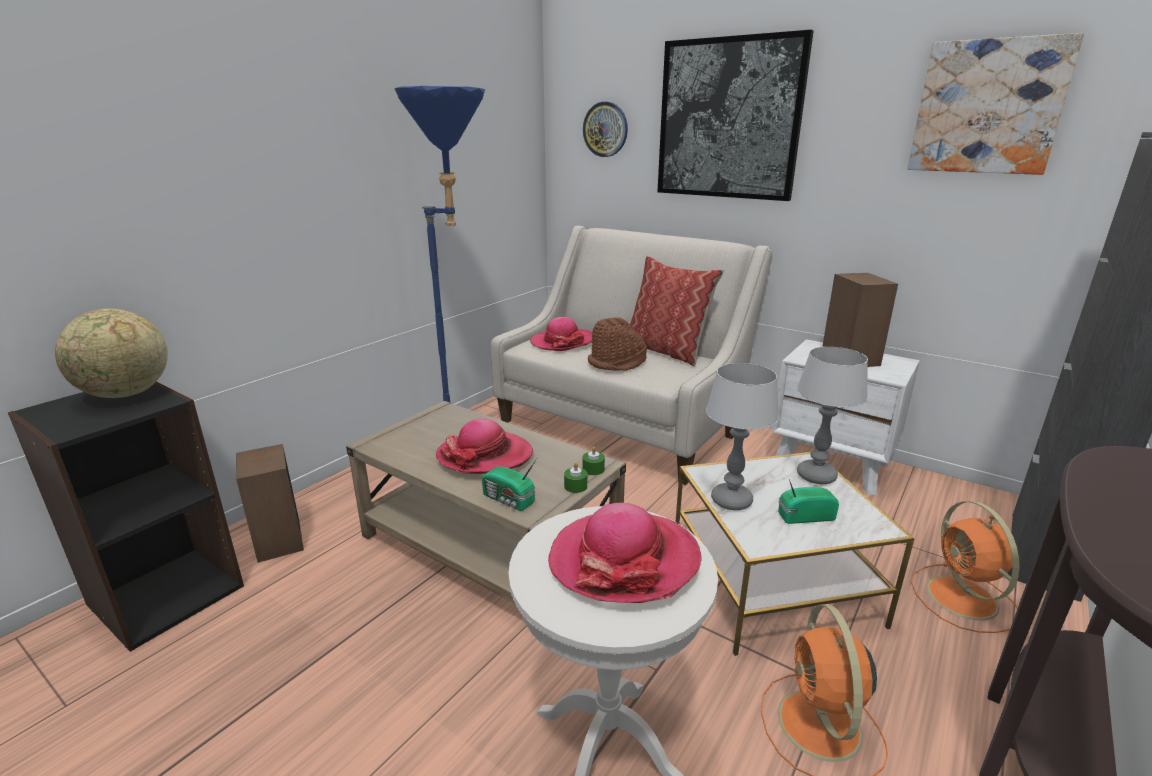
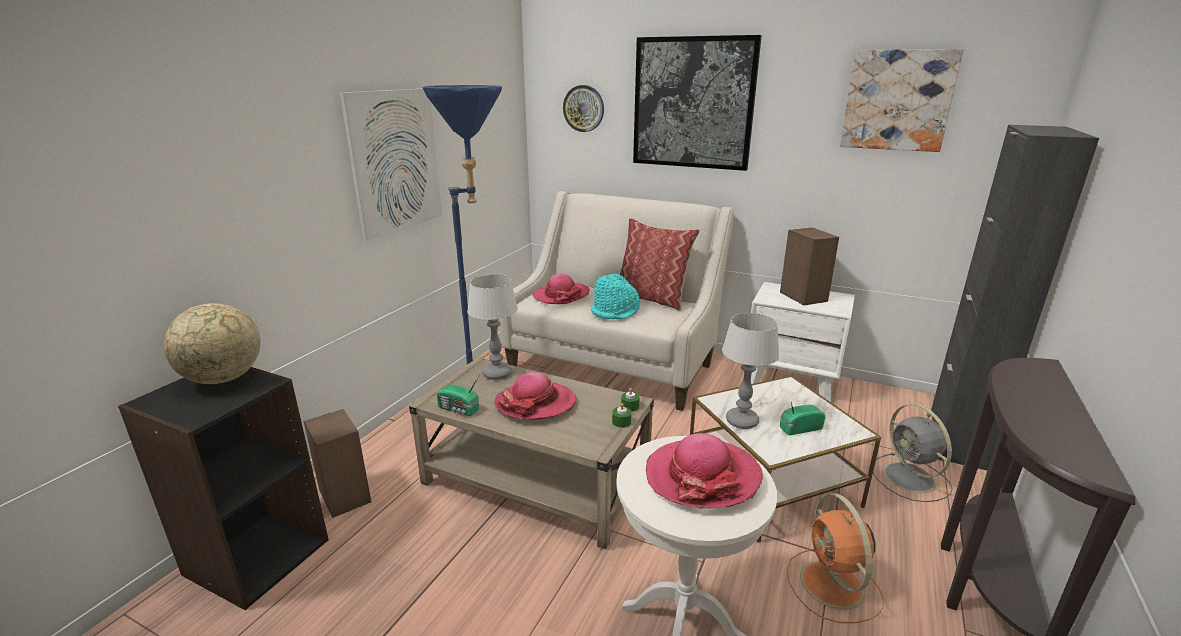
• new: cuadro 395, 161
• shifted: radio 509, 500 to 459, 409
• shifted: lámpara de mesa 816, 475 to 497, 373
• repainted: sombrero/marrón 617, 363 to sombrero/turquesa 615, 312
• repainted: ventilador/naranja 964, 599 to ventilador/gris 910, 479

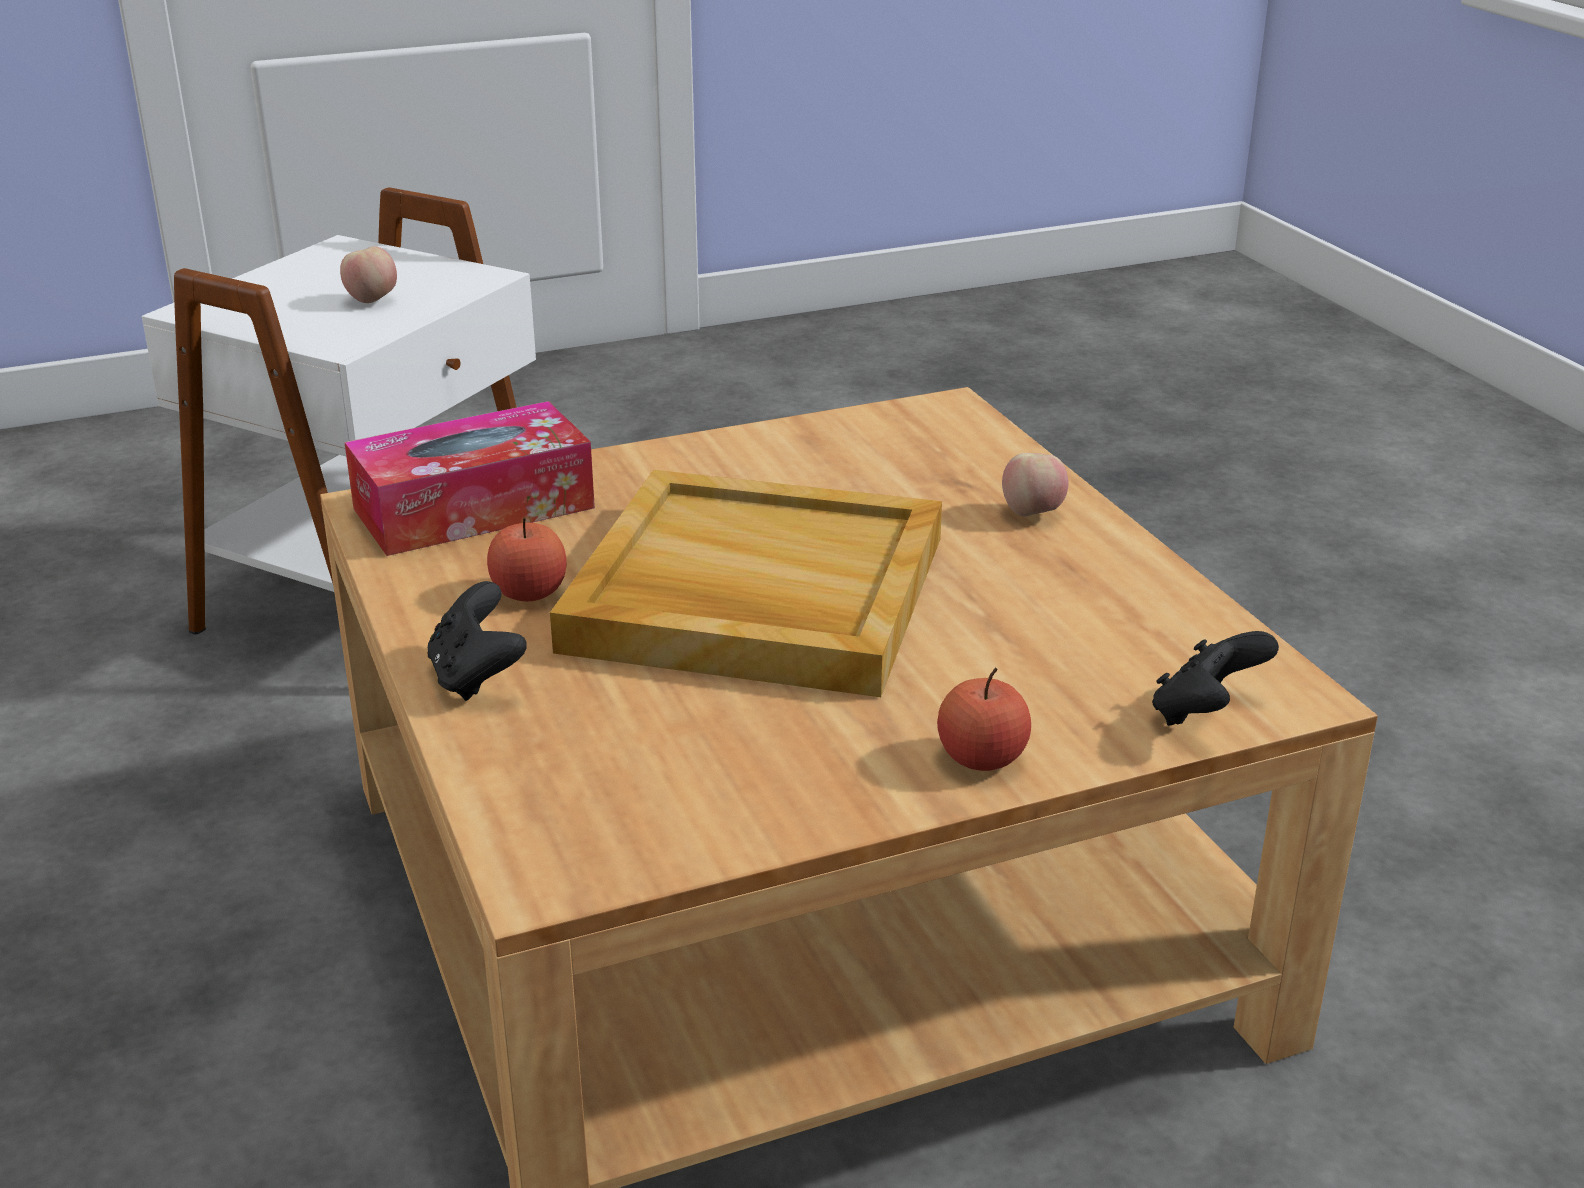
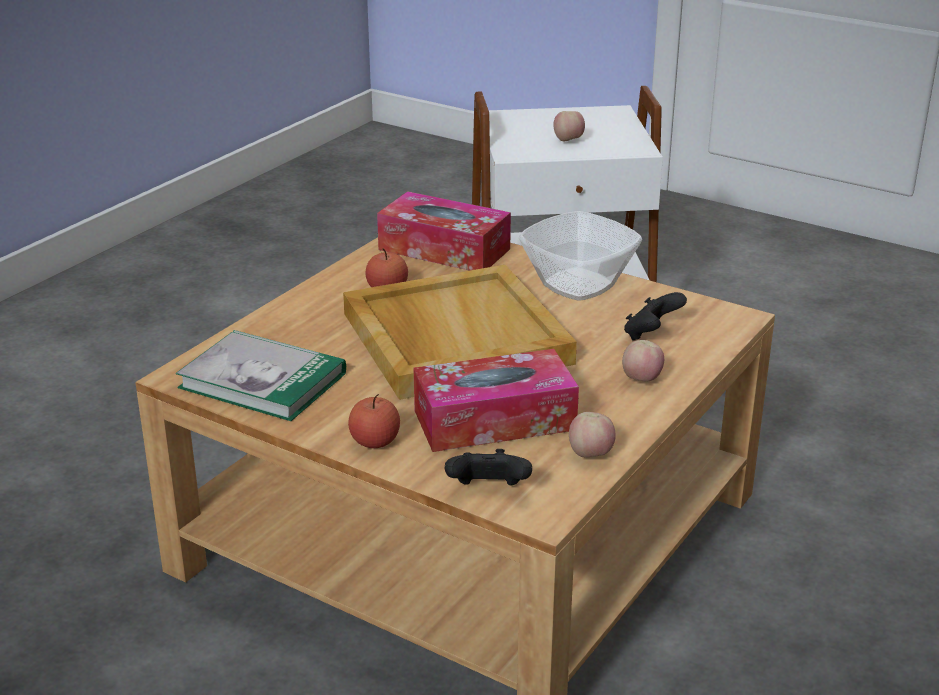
• new: libro 262, 380
• new: caja de pañuelos 494, 420
• new: cuenco 580, 285
• new: manzana 590, 455
• shifted: mando de consola/negro 476, 677 to 651, 335

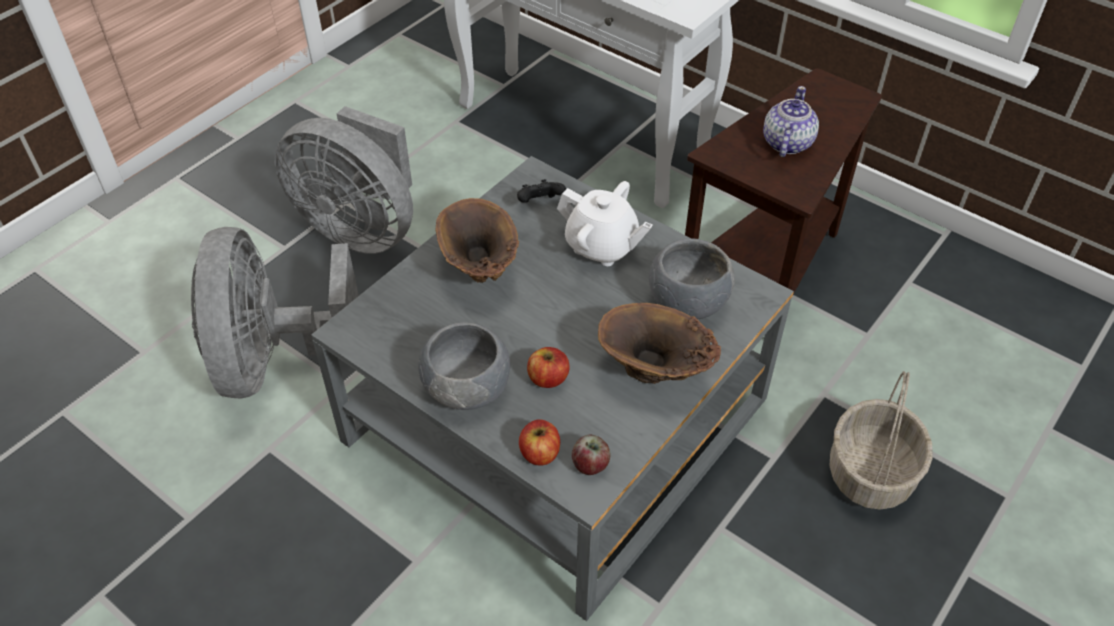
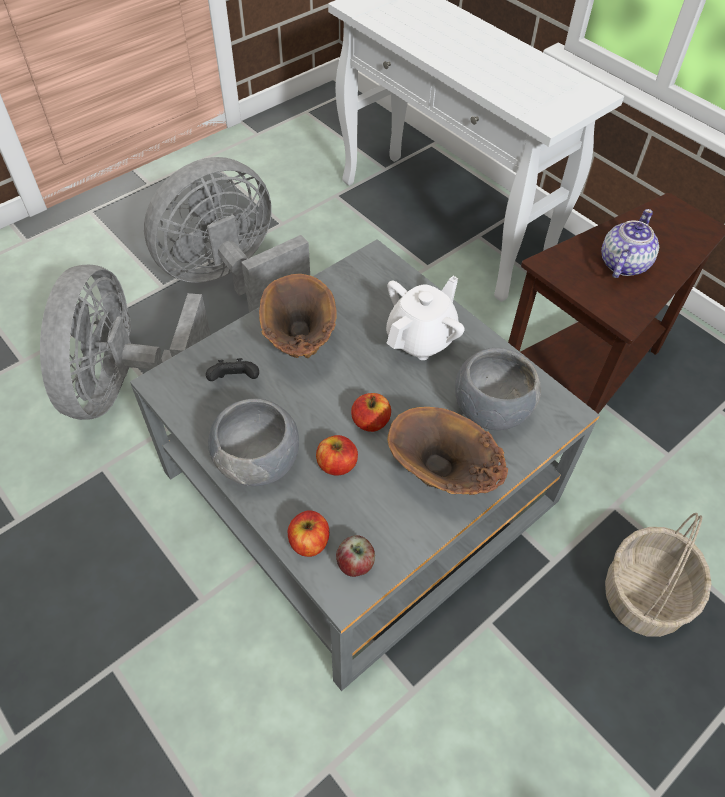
• new: manzana 370, 422
• shifted: mando de consola/negro 539, 203 to 235, 380
• rotated: ventilador/gris 361, 228 = 231, 279 105 degrees clockwise
• rotated: tetera/blanco 602, 246 = 421, 338 90 degrees counterclockwise

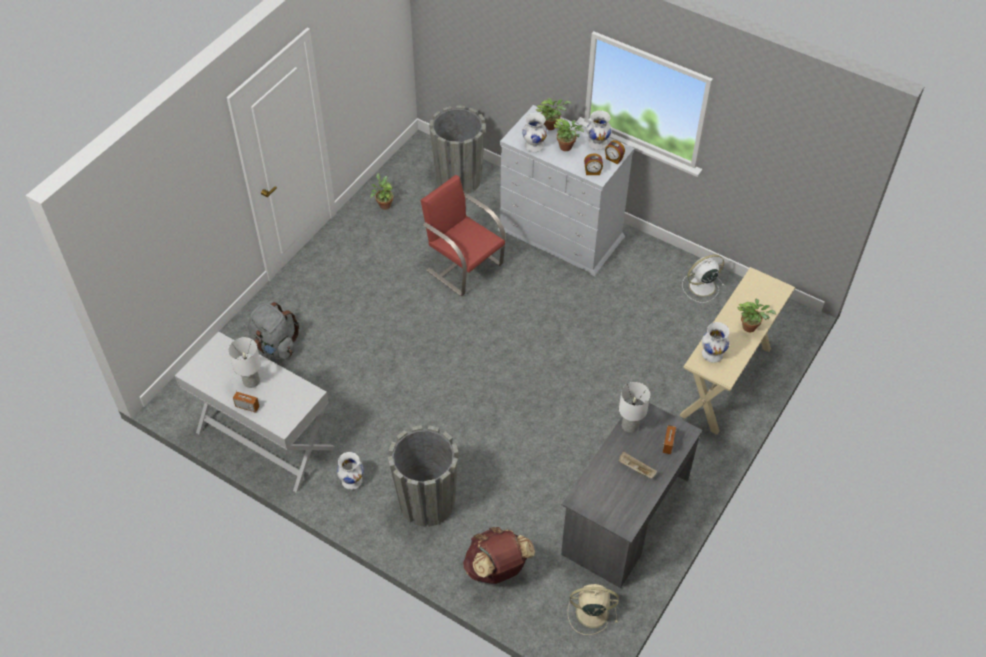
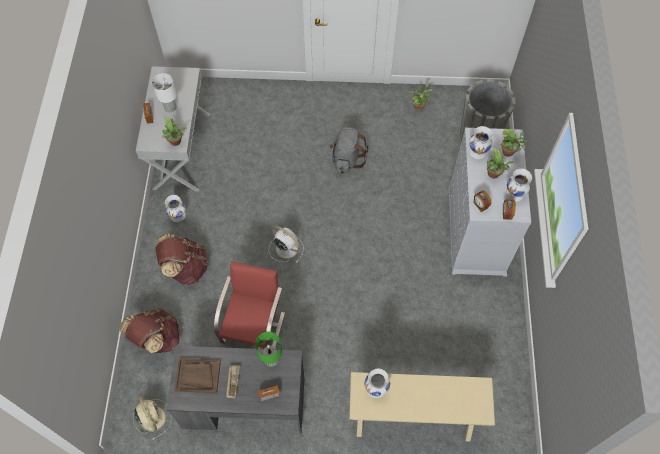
• new: bandeja/marrón 197, 376
• shifted: mochila/gris 275, 346 to 346, 160
• shifted: silla/rojo 464, 266 to 254, 327
• shifted: ventilador/blanco 701, 286 to 286, 248
• shifted: planta en maceta 751, 327 to 176, 142
• swapped: maceta/gris 426, 502 to mochila/marrón 185, 268
• repainted: lámpara de mesa/blanco 630, 426 to lámpara de mesa/verde 271, 359

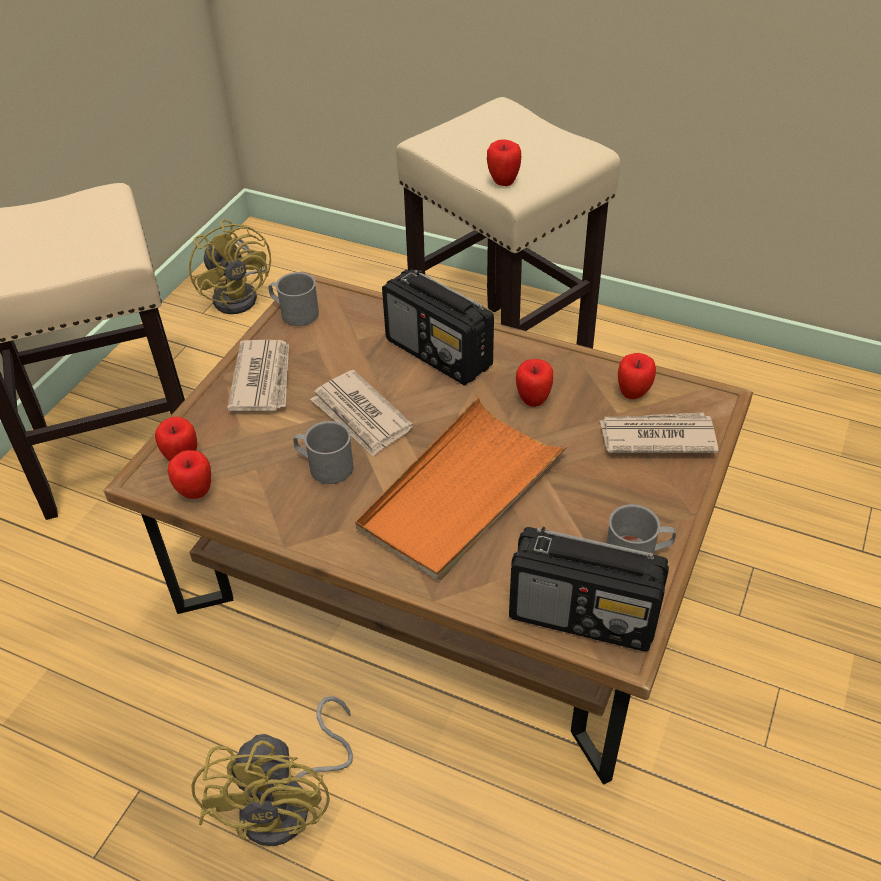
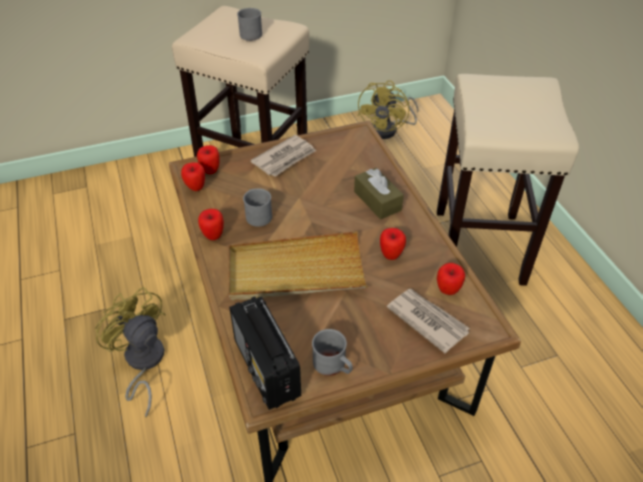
• gone: periódico 361, 416
• shifted: taza grande/gris 294, 313 to 250, 33
• shifted: manzana 503, 182 to 213, 235
• swapped: radio 439, 354 to caja de pañuelos/marrón 377, 201
• repainted: bandeja/naranja 461, 493 to bandeja/beis 295, 271
• rotated: ventilador/amarillo 289, 803 = 142, 363 90 degrees clockwise

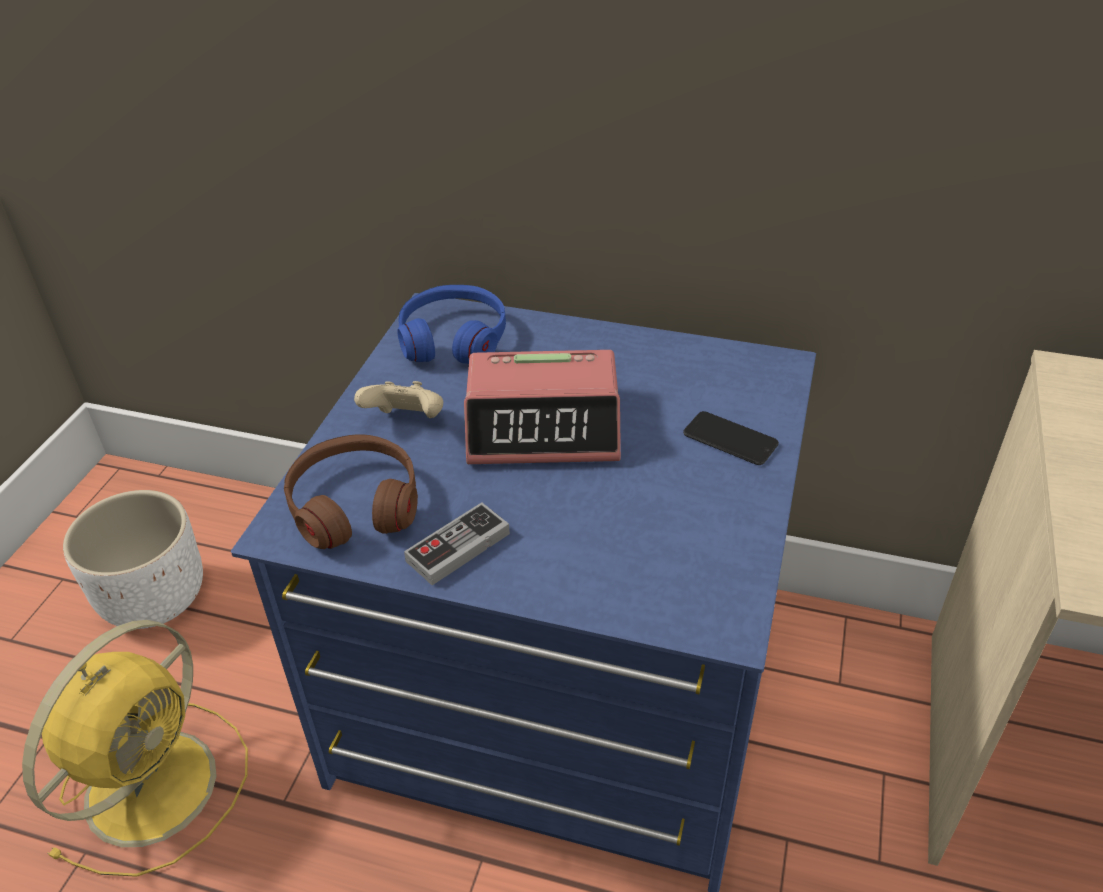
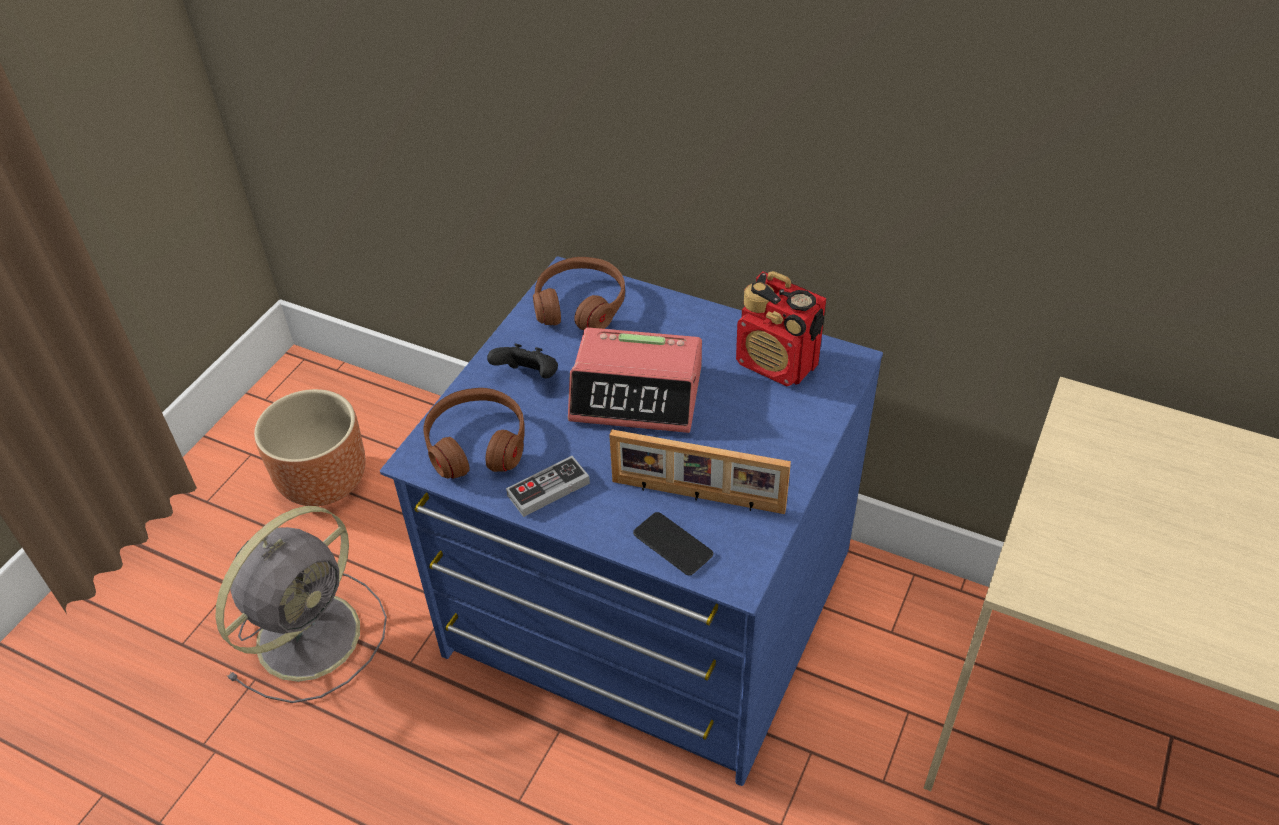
• new: portarretratos 697, 497
• new: radio 777, 364
• shifted: móvil 730, 439 to 673, 544
• repainted: ventilador/amarillo 155, 782 to ventilador/gris 312, 633
• repainted: maceta/blanco 155, 598 to maceta/marrón 324, 480
• repainted: mando de consola/beis 407, 421 to mando de consola/negro 528, 377
• repainted: auriculares/azul 453, 338 to auriculares/marrón 580, 304

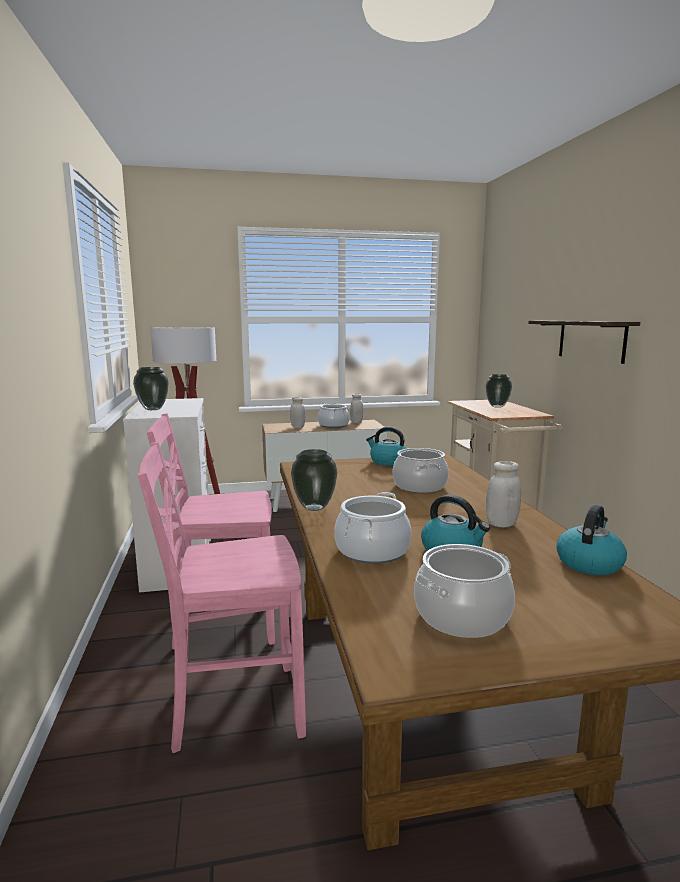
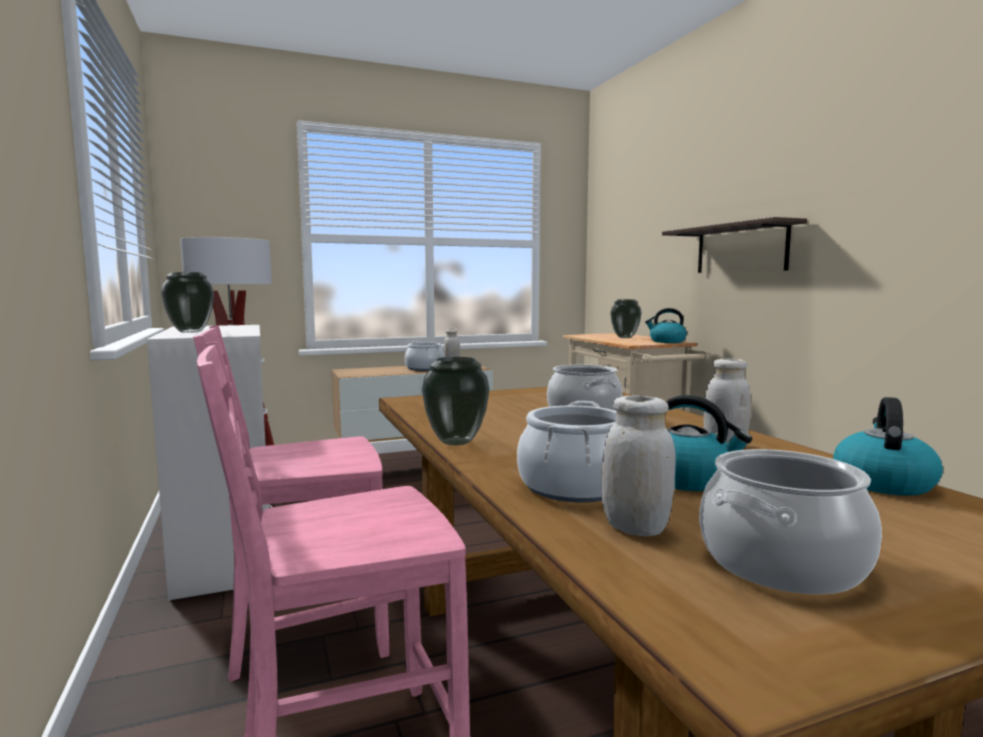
• shifted: tarro/blanco 297, 427 to 635, 528
• shifted: hervidor 387, 461 to 666, 341

